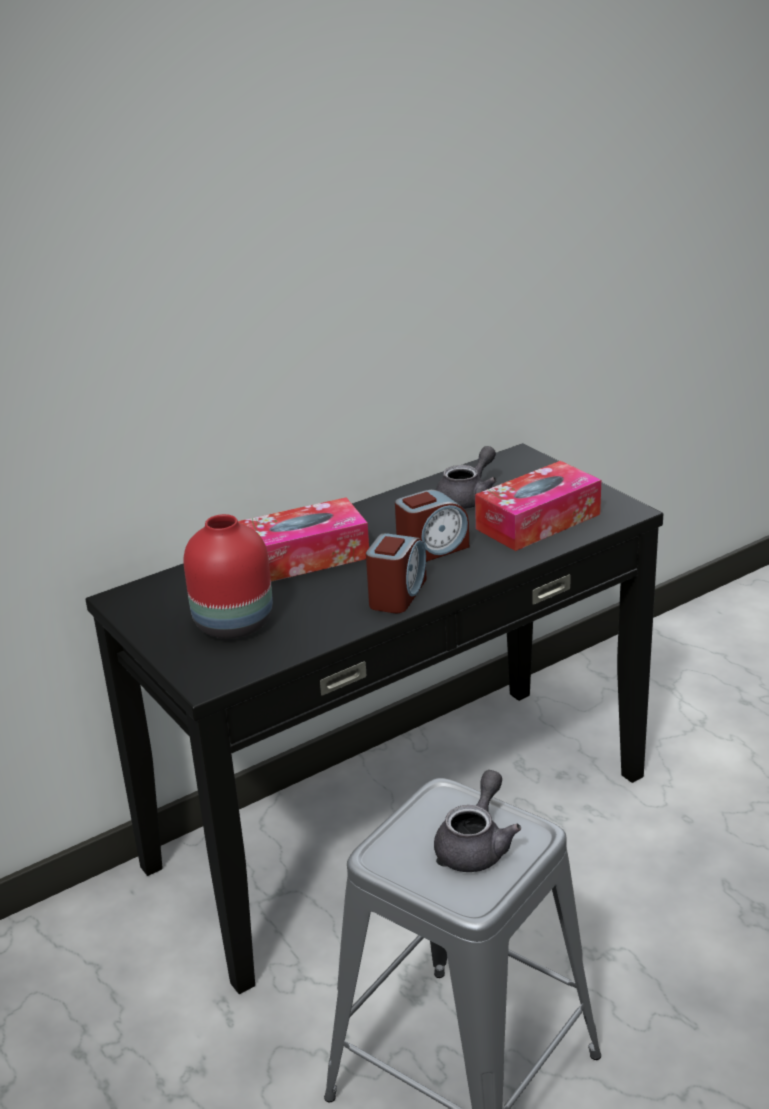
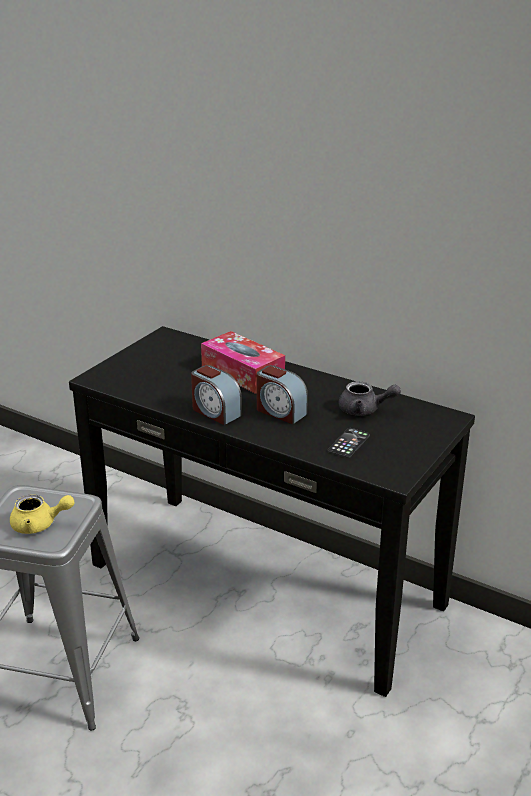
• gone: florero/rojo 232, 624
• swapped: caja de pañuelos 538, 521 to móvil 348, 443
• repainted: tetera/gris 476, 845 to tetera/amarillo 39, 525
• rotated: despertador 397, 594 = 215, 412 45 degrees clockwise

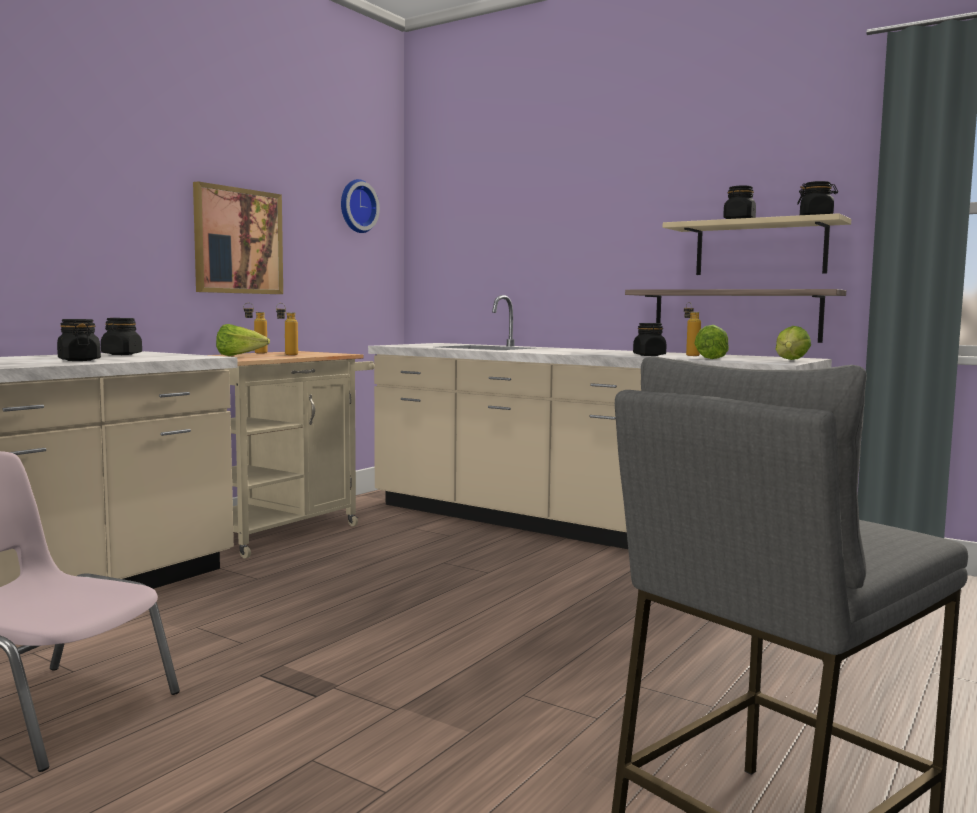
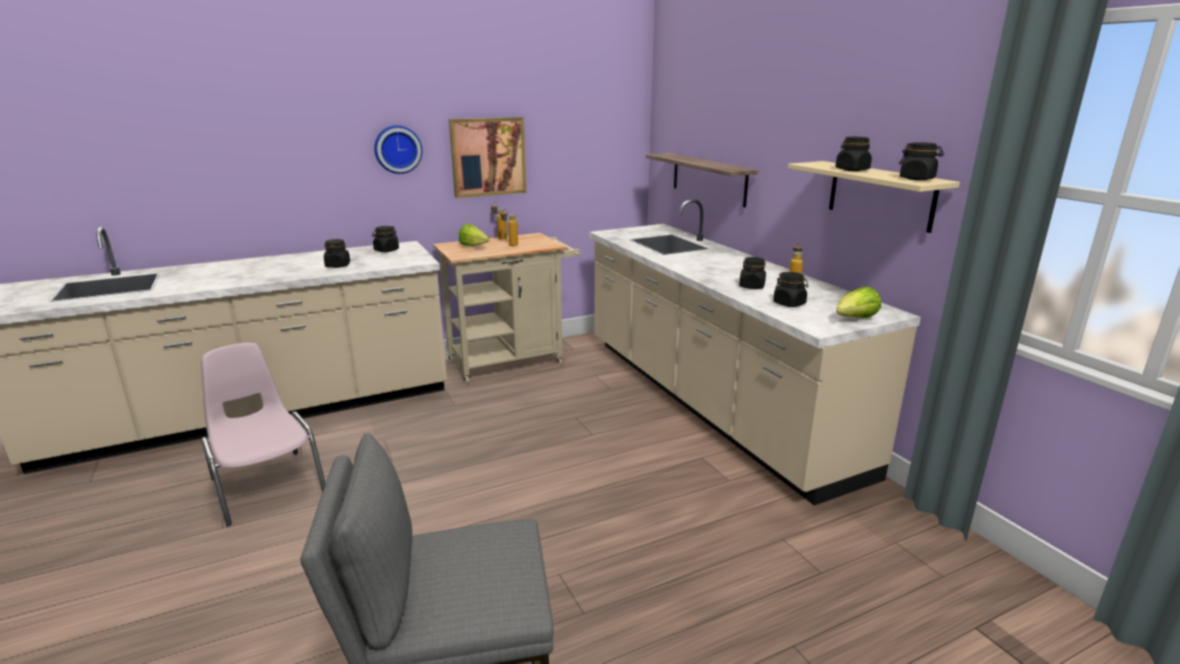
• shifted: reloj de pared 356, 206 to 397, 149
• shifted: estante 735, 315 to 708, 178
• swapped: lechuga 712, 358 to tarro/negro 789, 304

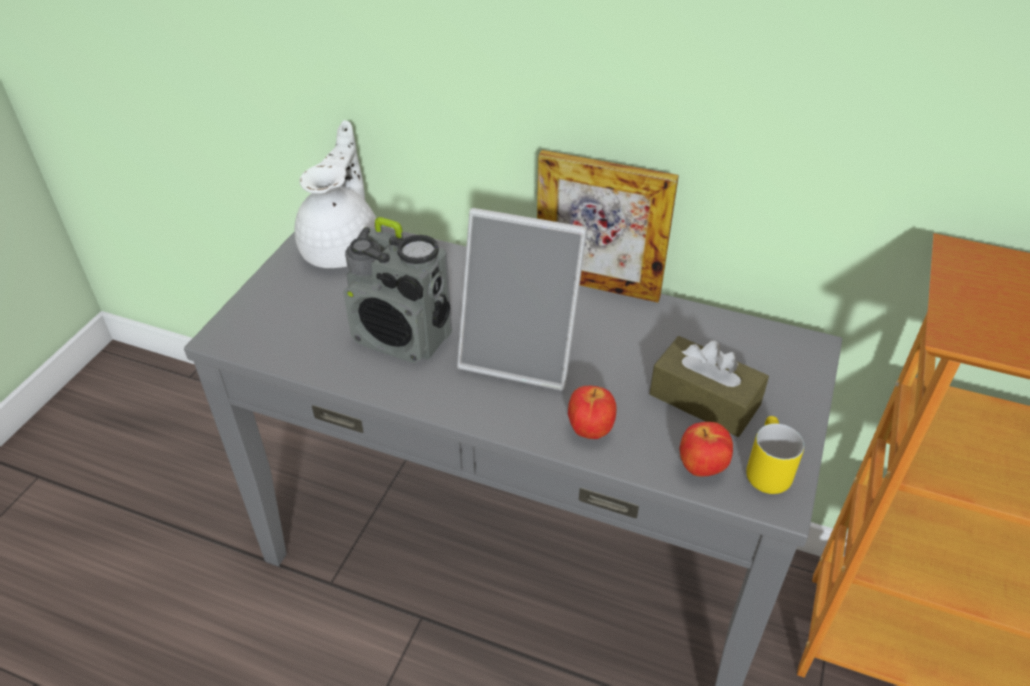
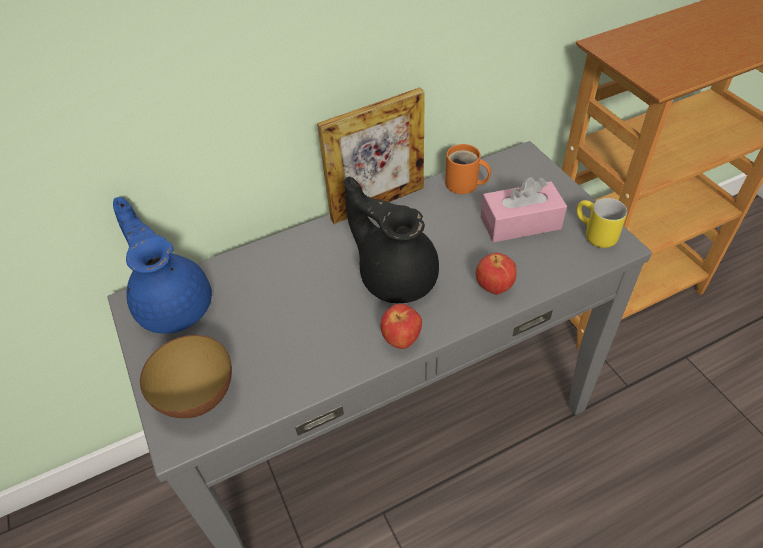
• gone: radio 403, 338
• new: cuenco 198, 397
• new: taza grande/naranja 464, 185
• shifted: manzana 701, 468 to 401, 340
• swapped: portarretratos 522, 353 to tetera/negro 396, 276
• repainted: tetera/blanco 343, 247 to tetera/azul 174, 304
• repainted: caja de pañuelos/marrón 704, 400 to caja de pañuelos/rosa 520, 223

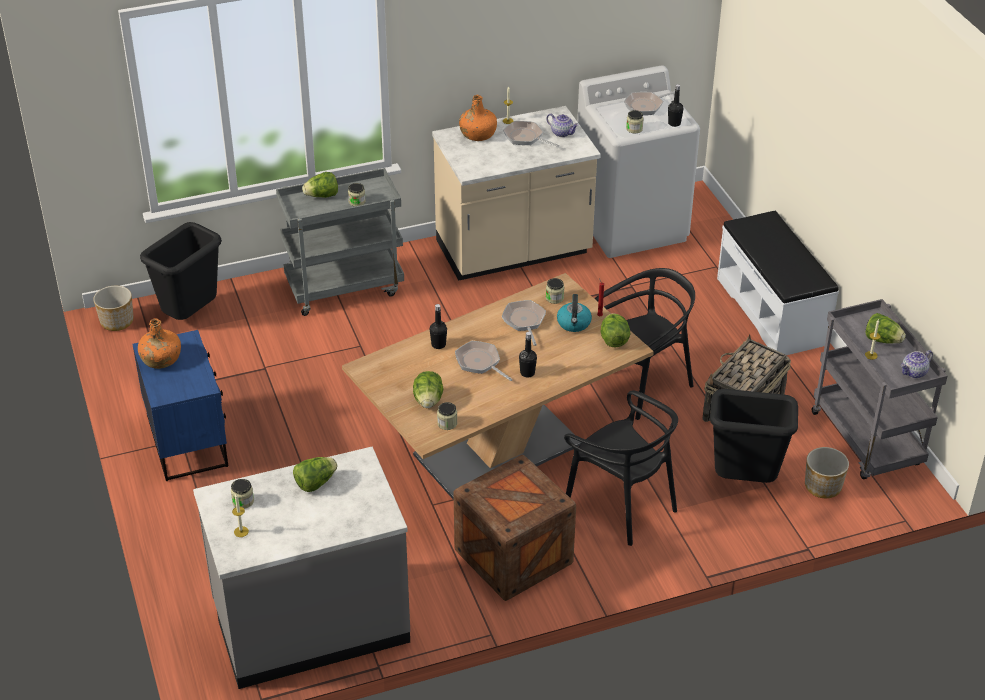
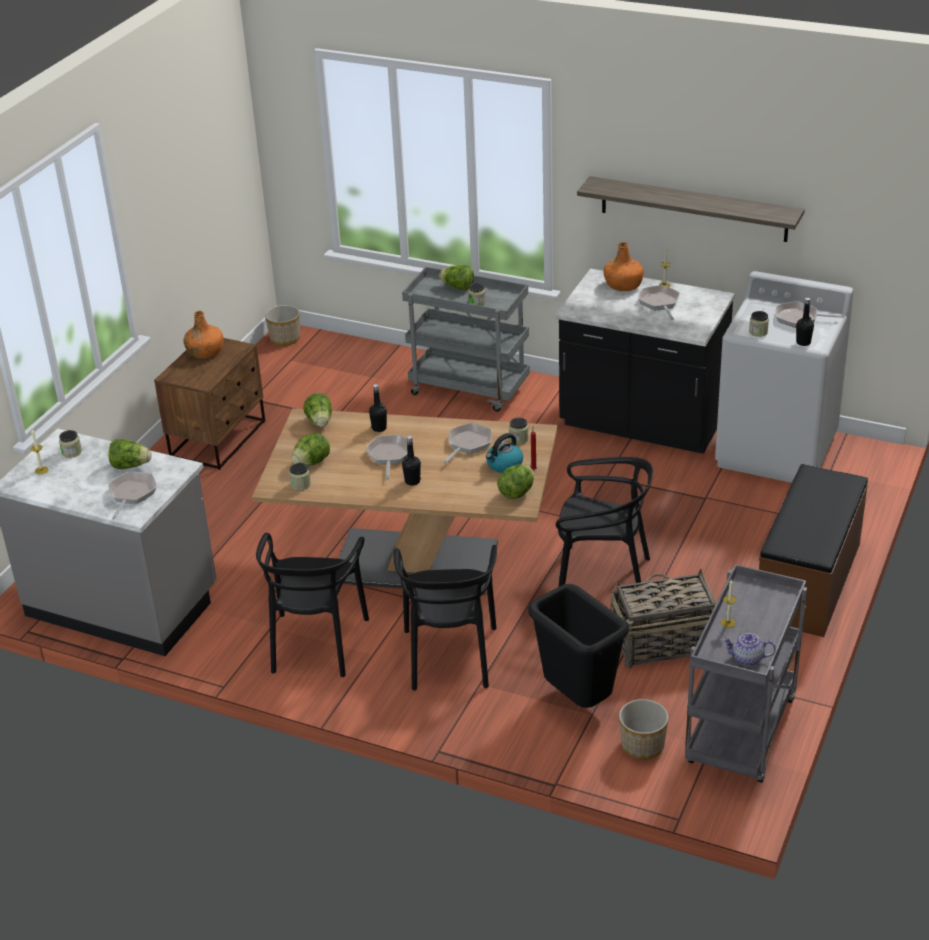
• gone: papelera/negro 191, 316
• gone: tetera 562, 133
• new: sartén 131, 494
• new: estante 693, 209
• shifted: lechuga 882, 340 to 320, 422
• swapped: caja de embalaje 513, 556 to silla/negro 316, 644
• repainted: mesita de noche/azul 188, 441 to mesita de noche/marrón 219, 439
• repainted: mueble bajo de cocina/beis 514, 251 to mueble bajo de cocina/negro 642, 424
• repainted: banco/blanco 772, 310 to banco/marrón 809, 581

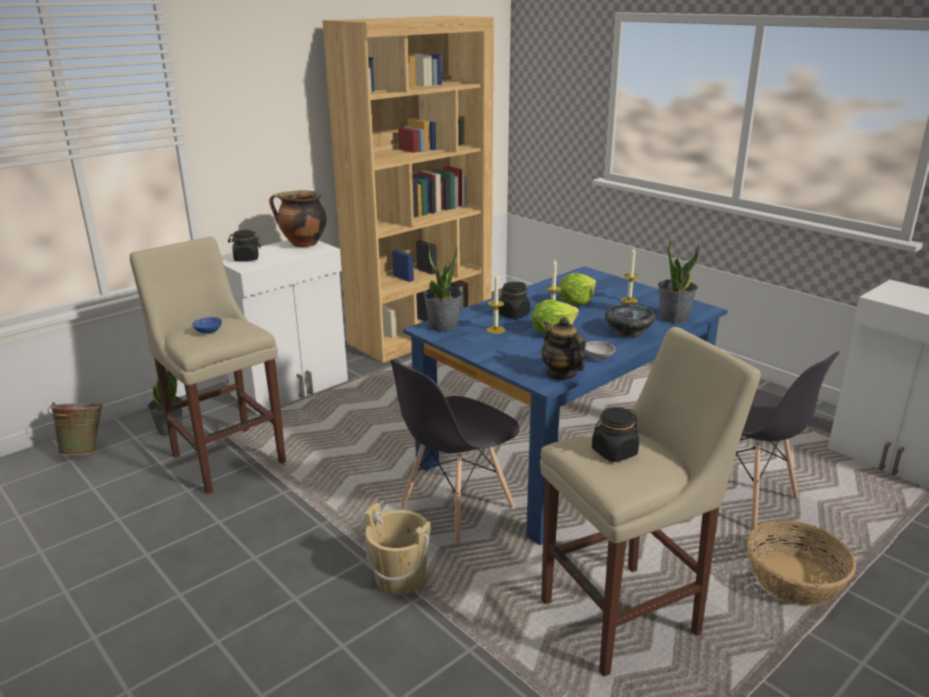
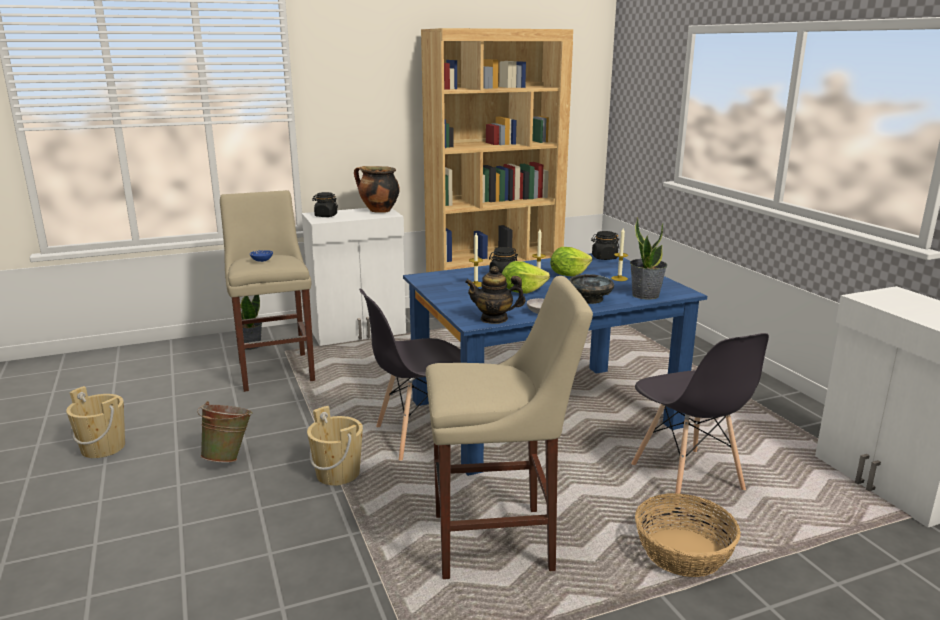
• gone: planta en maceta 443, 326
• new: cubo/beis 103, 447
• shifted: cubo/verde 85, 450 to 229, 457
• shifted: tarro/negro 614, 452 to 604, 258
• rotated: tetera 561, 373 = 494, 319 75 degrees counterclockwise

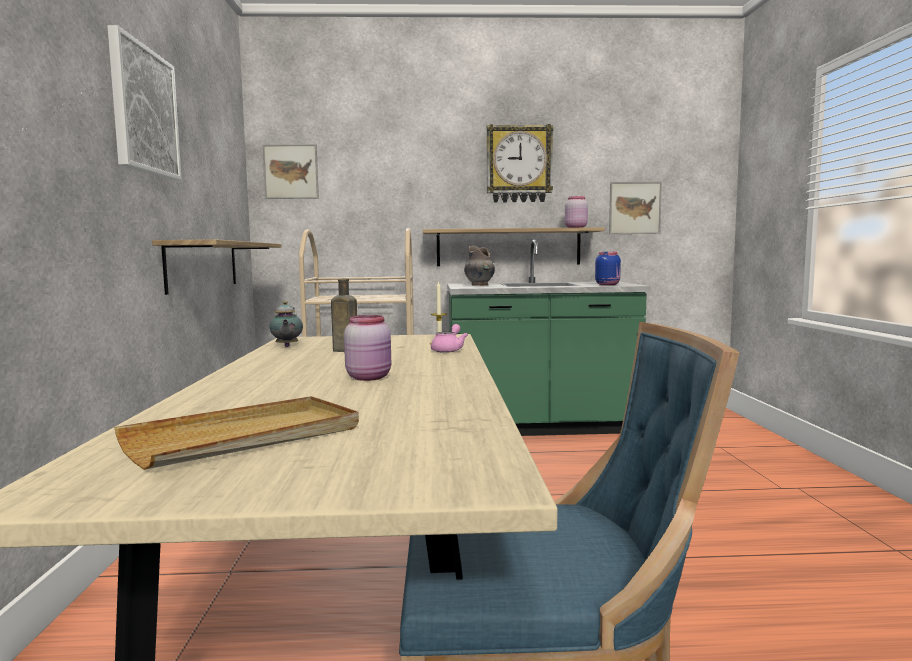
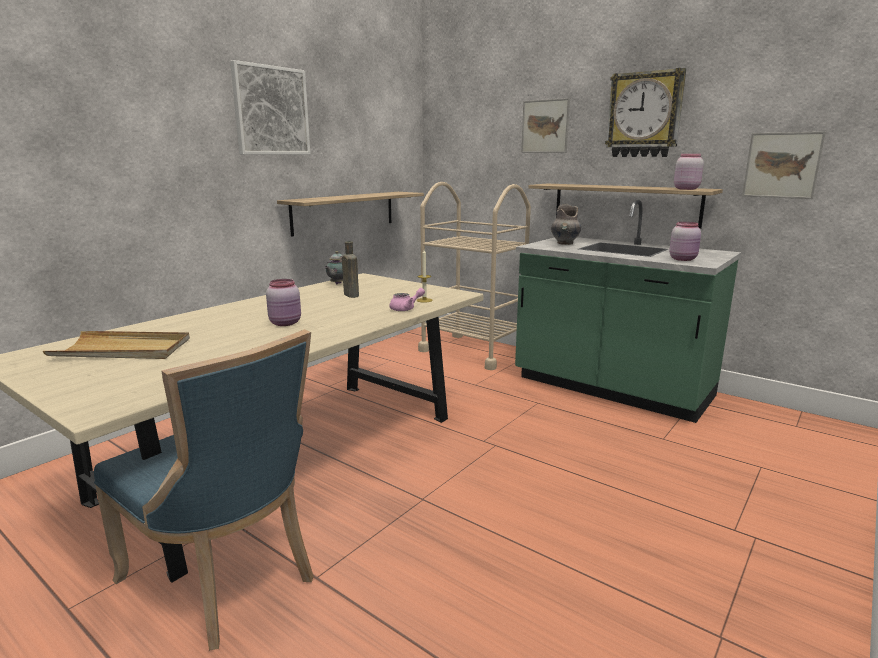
• shifted: cuadro 291, 171 to 545, 126
• repainted: tarro/azul 608, 284 to tarro/rosa 683, 259

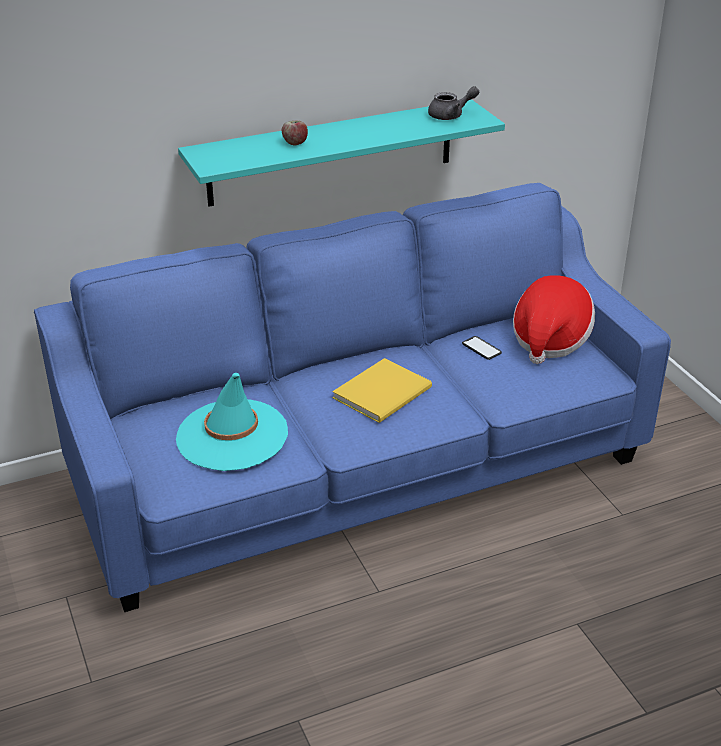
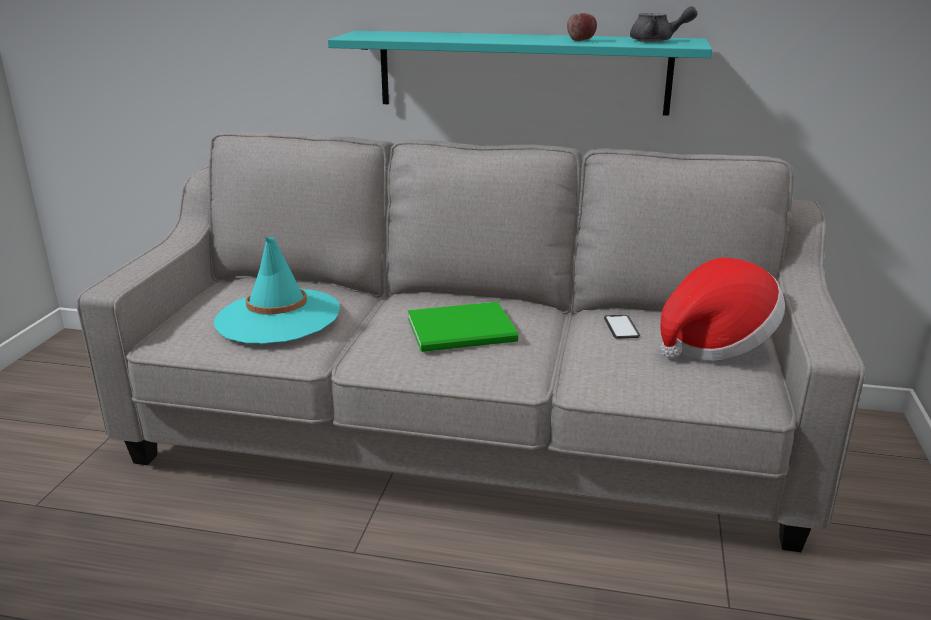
• shifted: manzana 295, 143 to 581, 40
• repainted: sofá/azul 361, 473 to sofá/gris 467, 439
• repainted: libro/amarillo 385, 392 to libro/verde 465, 331

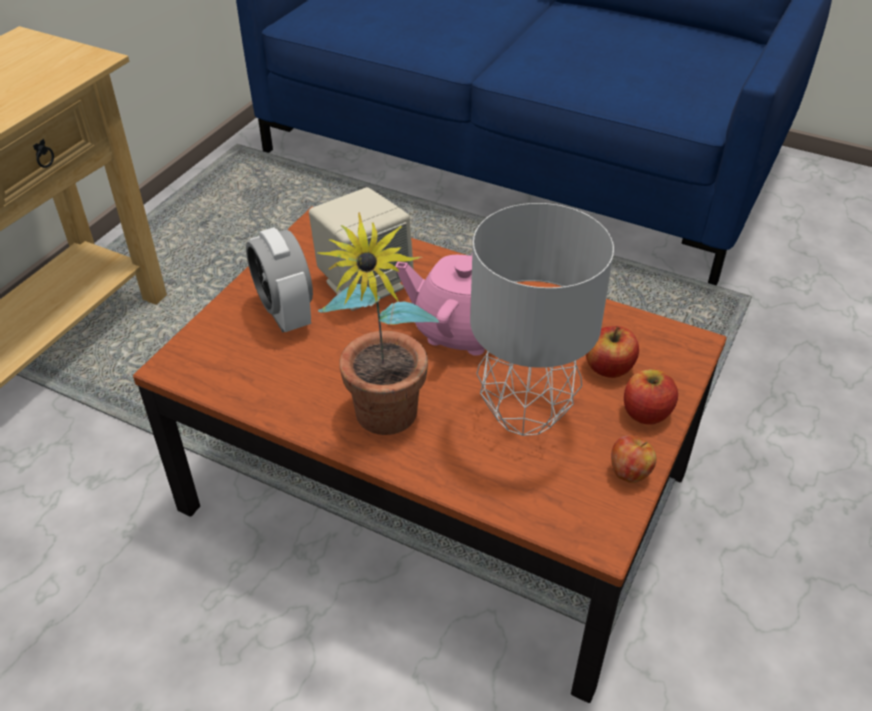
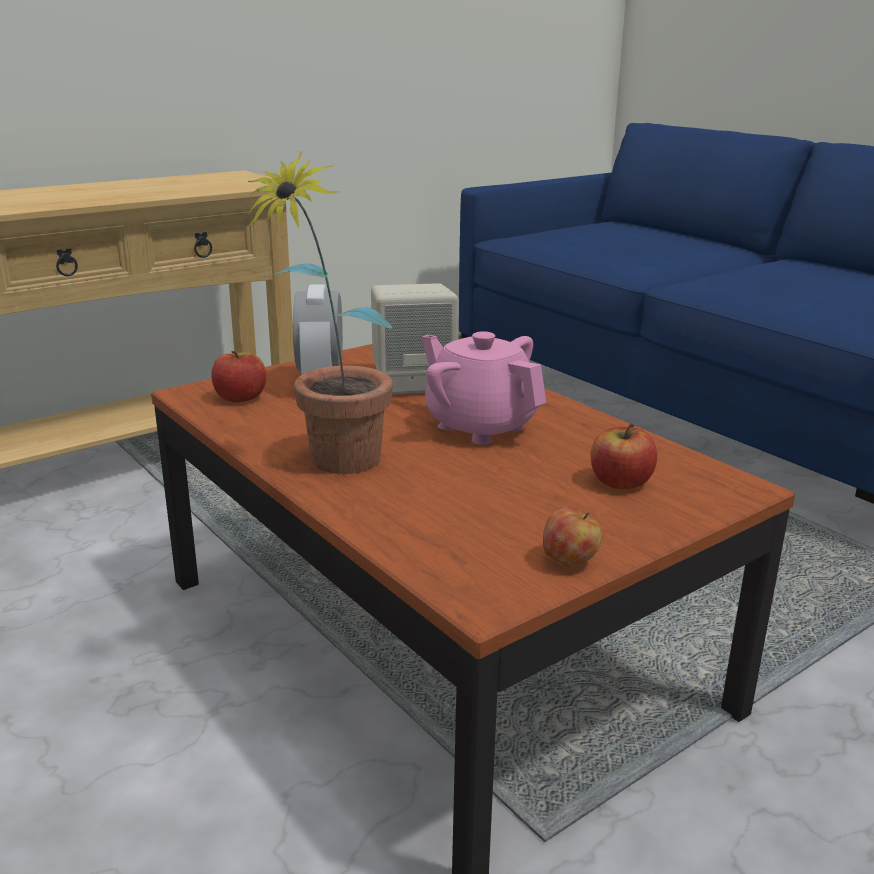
• gone: lámpara de mesa/gris 523, 413
• shifted: manzana 646, 412 to 240, 398

